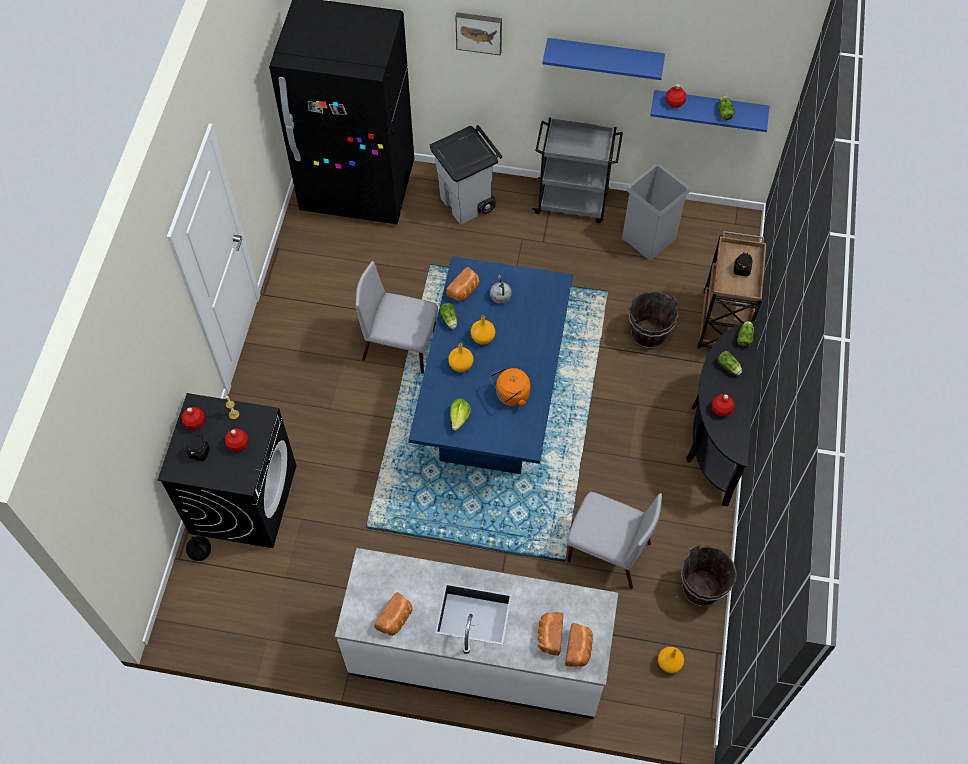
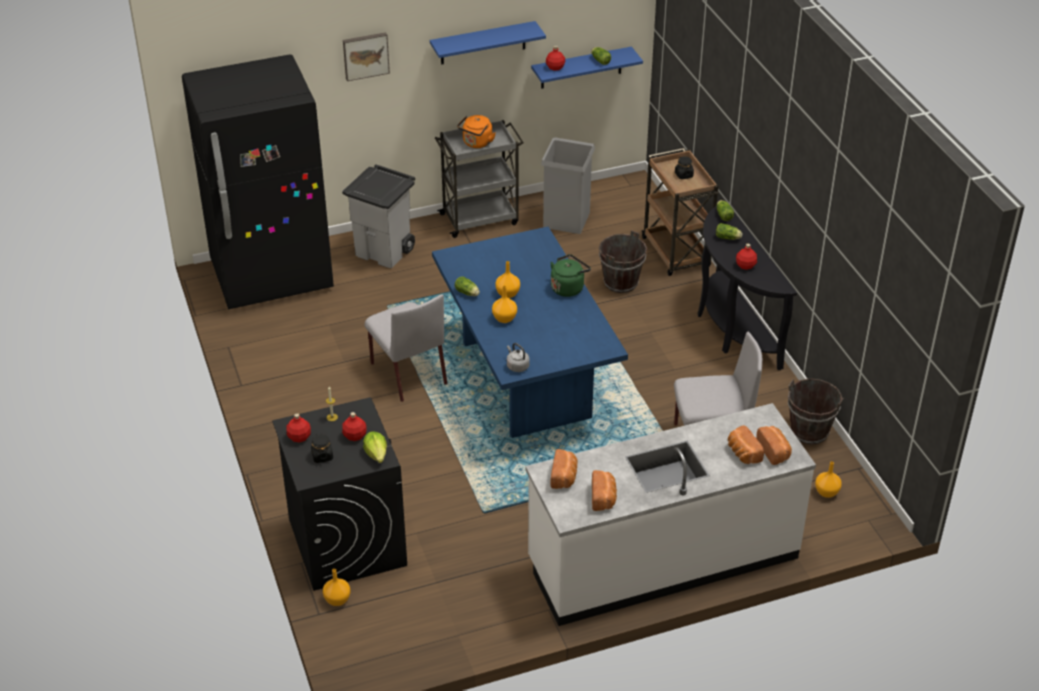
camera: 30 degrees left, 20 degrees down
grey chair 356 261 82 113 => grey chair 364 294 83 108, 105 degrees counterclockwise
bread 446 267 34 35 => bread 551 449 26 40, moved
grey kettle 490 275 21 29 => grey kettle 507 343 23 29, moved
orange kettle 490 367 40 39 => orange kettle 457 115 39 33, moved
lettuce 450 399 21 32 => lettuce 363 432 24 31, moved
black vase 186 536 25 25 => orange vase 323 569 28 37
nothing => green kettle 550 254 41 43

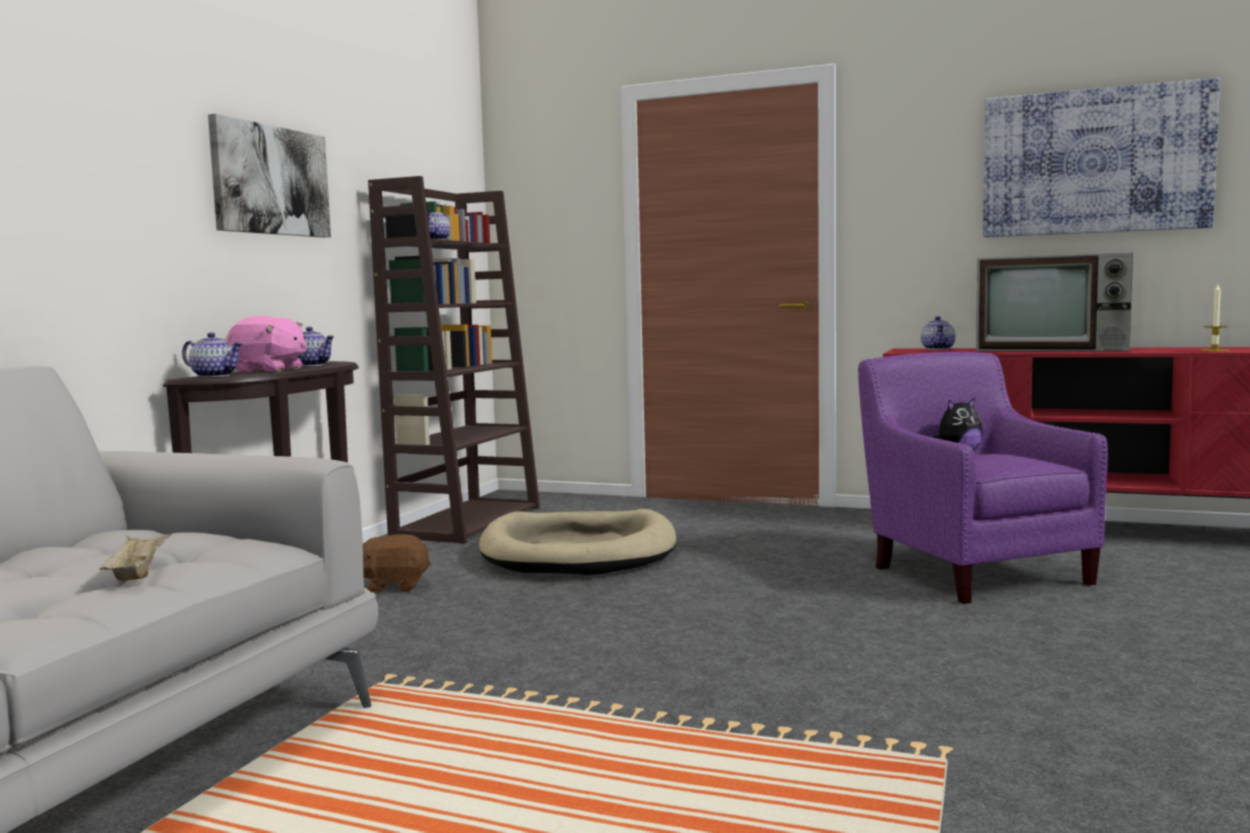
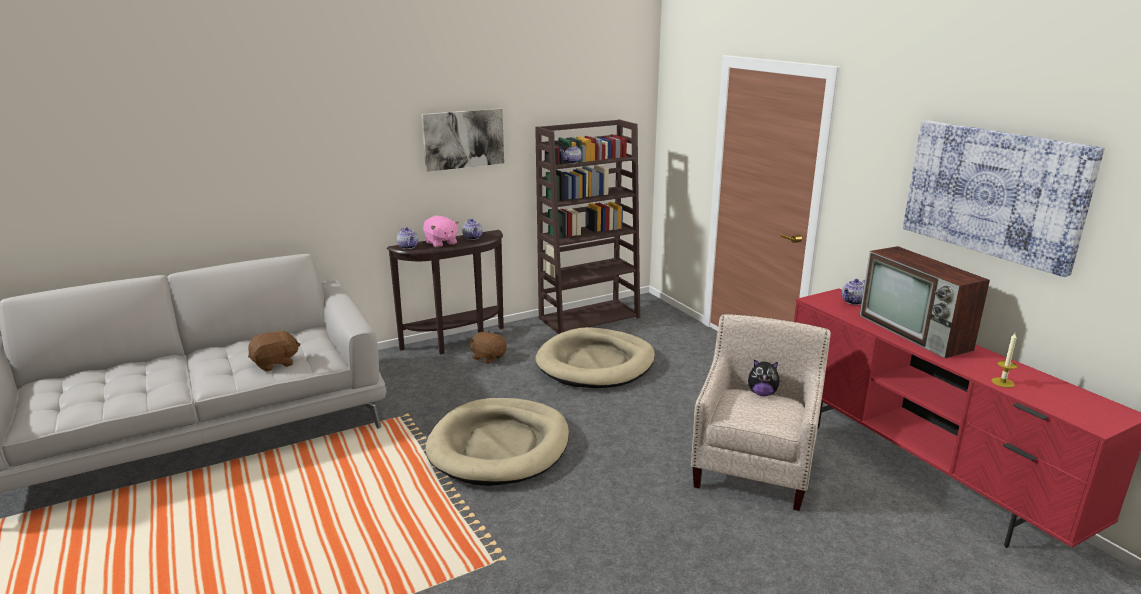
camera: 40 degrees right, 15 degrees up
purple armchair 858 352 250 252 => beige armchair 691 314 140 197
beige tray 99 534 72 47 => brown plush toy 248 329 52 43
nothing => beige dog bed 426 398 143 88

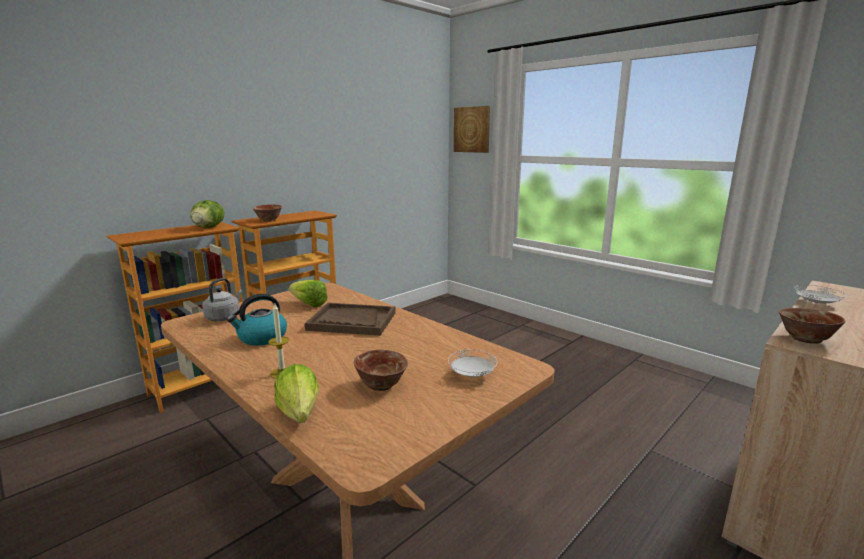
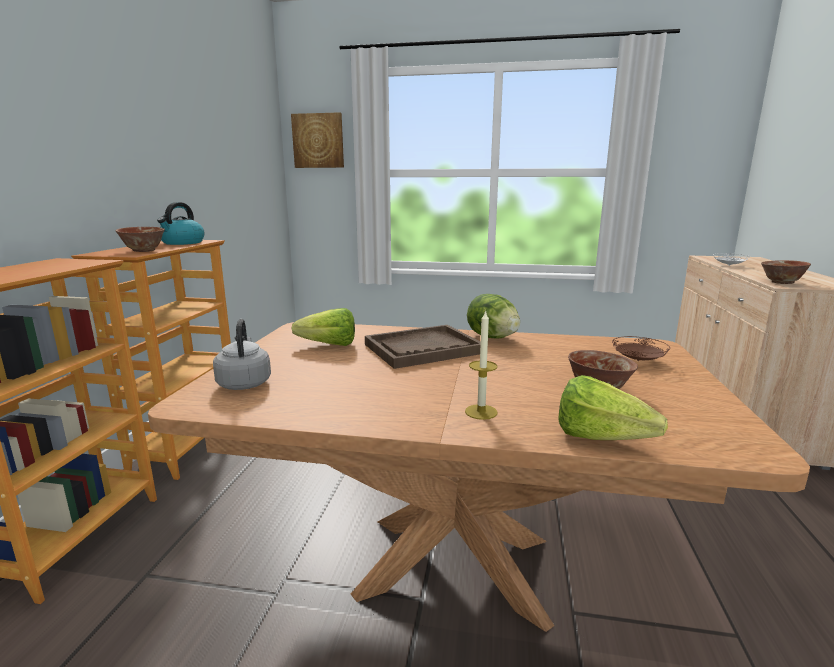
camera: 35 degrees left, 0 degrees up
lettuce 190 200 34 28 => lettuce 467 294 53 44, moved
kettle 227 294 60 52 => kettle 157 202 48 43, moved
white plate 448 350 49 27 => brown plate 612 336 58 25

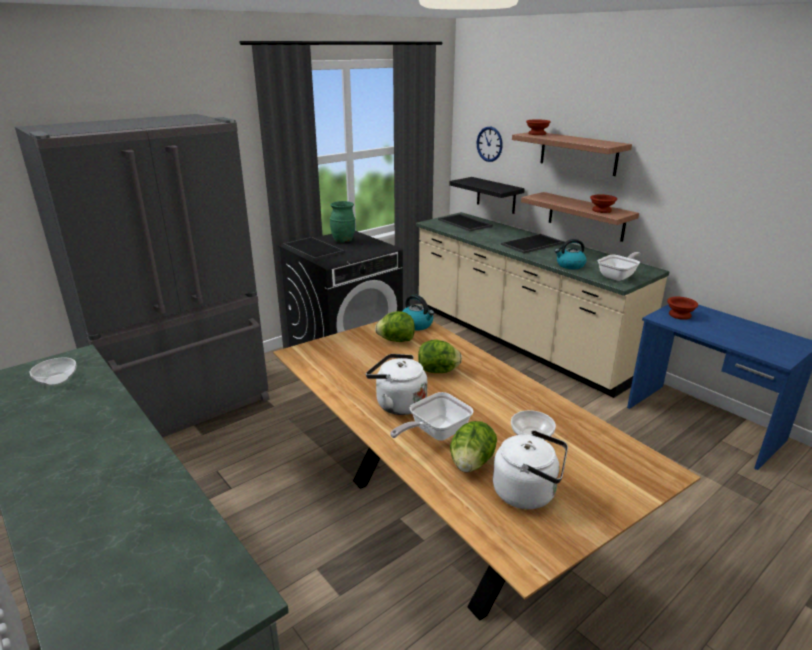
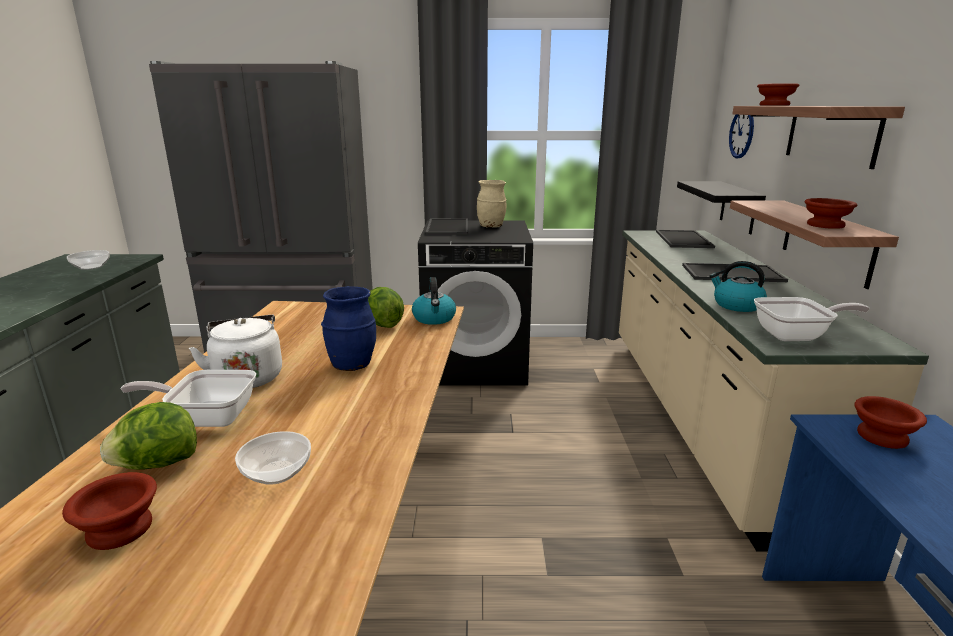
camera: 40 degrees right, 5 degrees down
green vase 330 201 26 42 => beige vase 477 180 30 48
lettuce 418 339 44 34 => blue vase 321 286 55 85
white kettle 493 430 75 79 => brown bowl 62 472 95 78

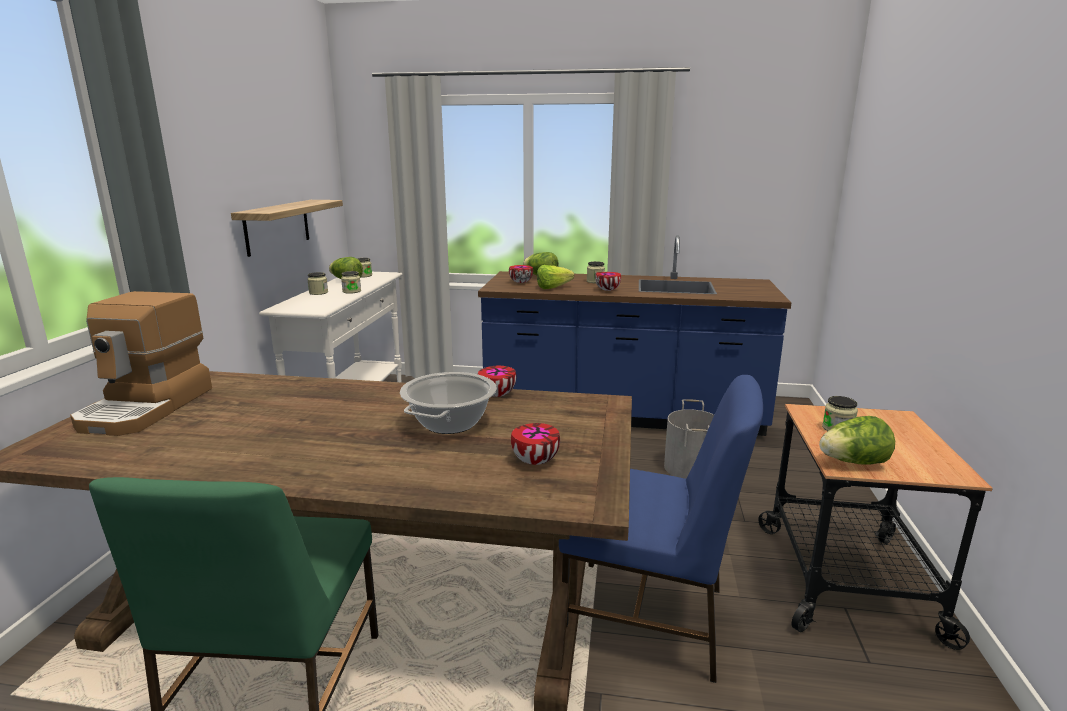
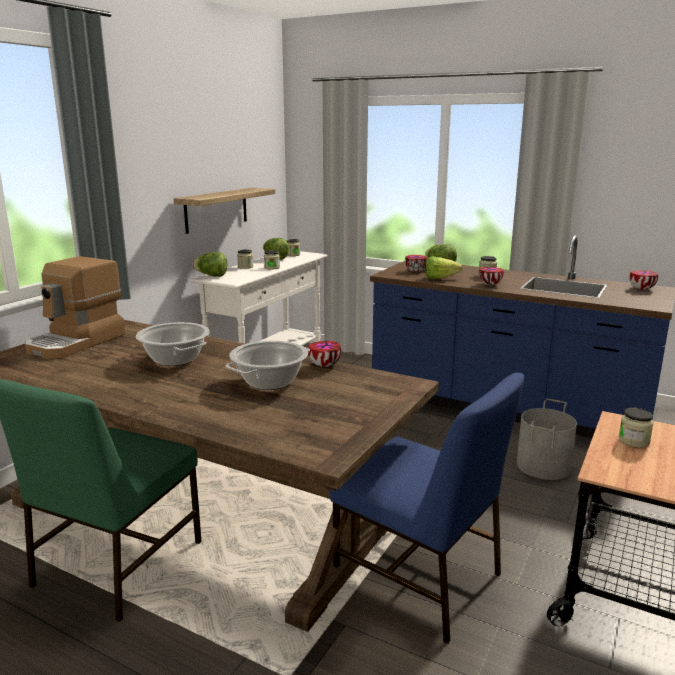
camera: 20 degrees right, 0 degrees up
lettuce 819 416 76 49 => lettuce 192 252 35 24, moved
bowl 511 423 49 42 => bowl 629 270 29 20, moved
nothing => cooking pot 136 322 73 44

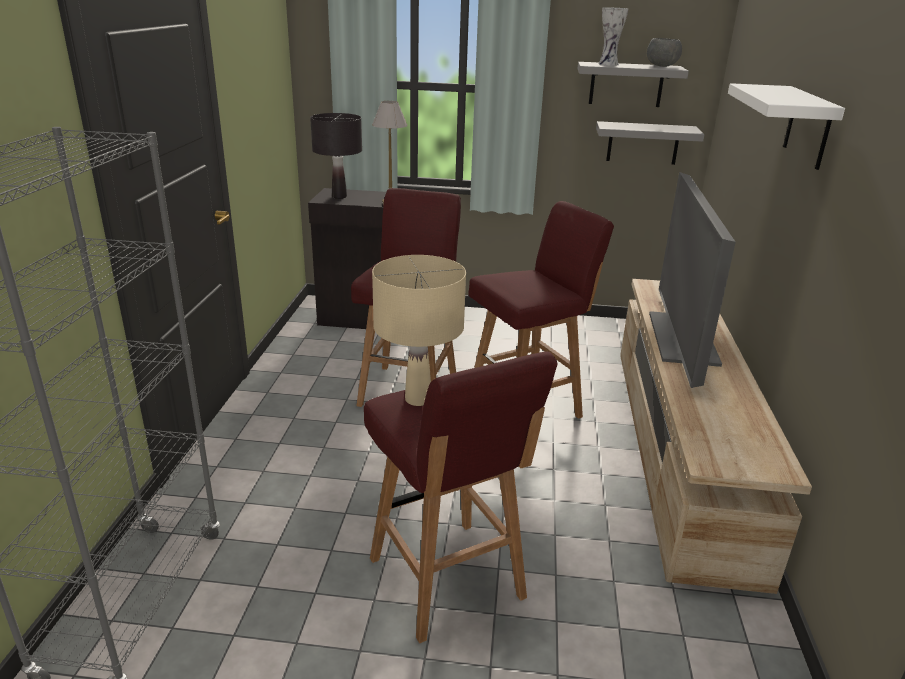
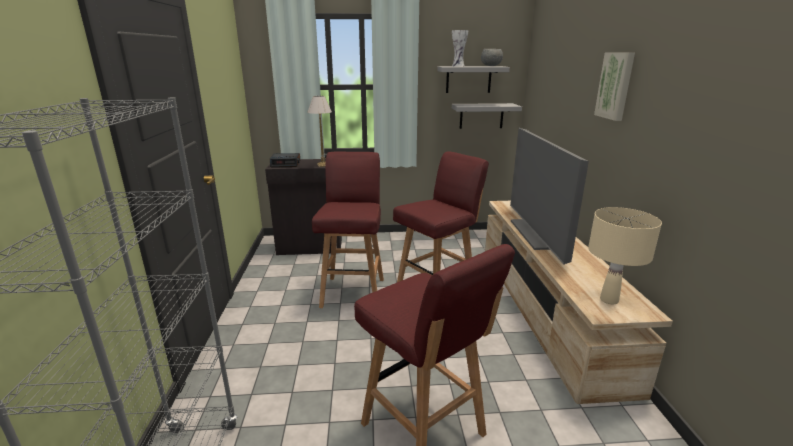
camera: 10 degrees left, 5 degrees down
white shelf 728 83 117 87 => picture 594 52 41 69
black table lamp 310 113 52 86 => alarm clock 270 153 30 15
beige table lamp 372 255 94 151 => beige table lamp 588 207 74 97, moved

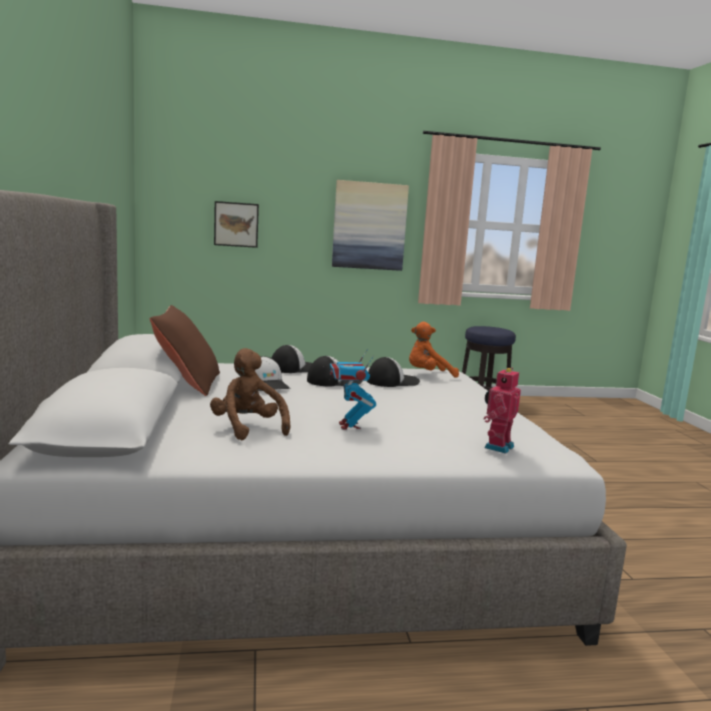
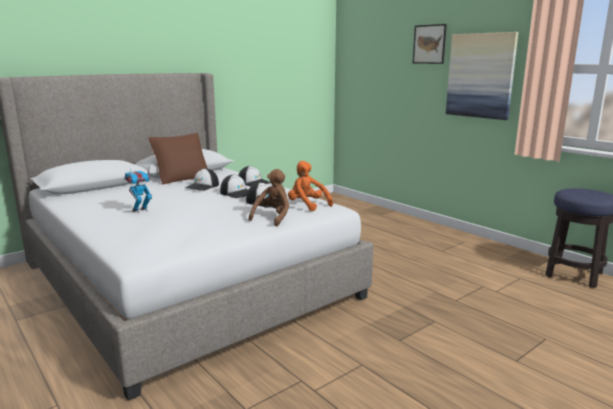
camera: 60 degrees right, 5 degrees up
picture 214 201 45 47 => picture 413 24 34 40, moved
brown plush toy 210 348 80 92 => brown plush toy 249 169 40 57, moved
toy robot 484 368 37 86 => nothing

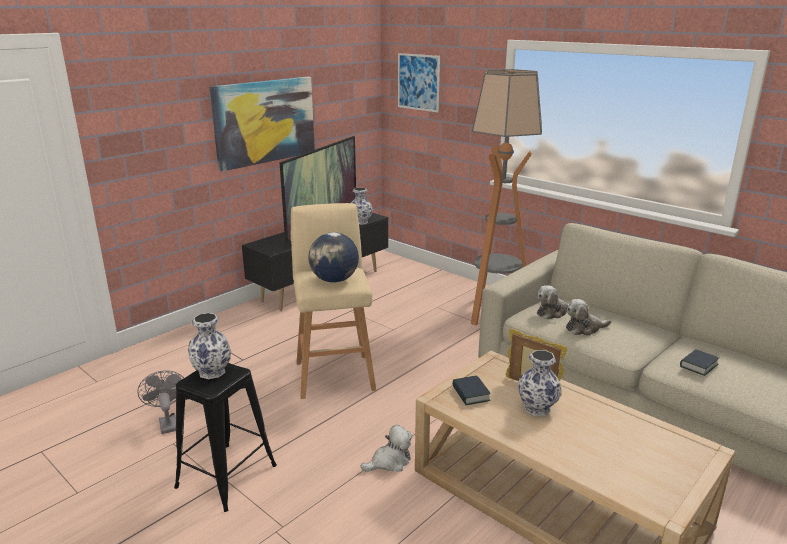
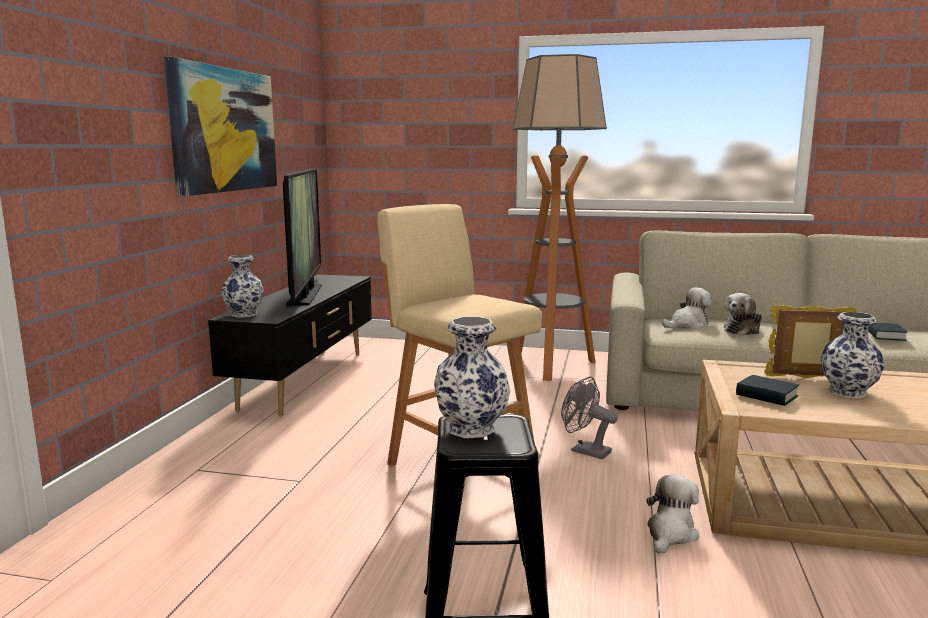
camera: 30 degrees left, 10 degrees down
picture 398 53 42 59 => nothing
vase 351 187 22 38 => vase 222 255 42 63, moved
globe 308 232 51 51 => nothing
plush toy 537 285 33 34 => plush toy 662 287 50 41, 150 degrees counterclockwise
grey fan 137 370 47 64 => grey fan 561 377 57 82, moved

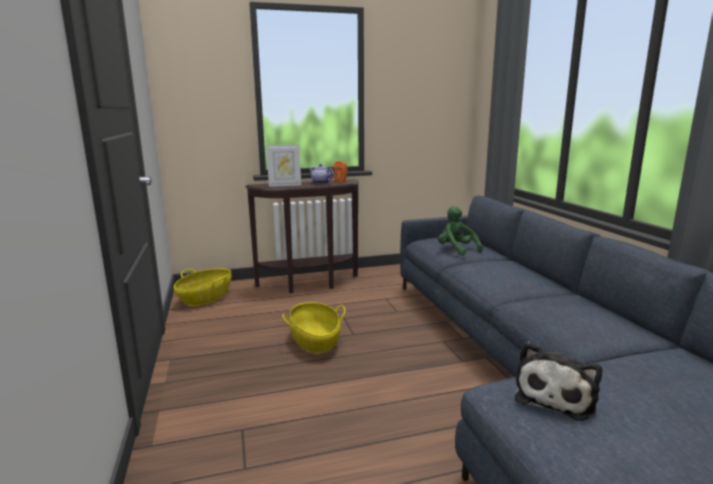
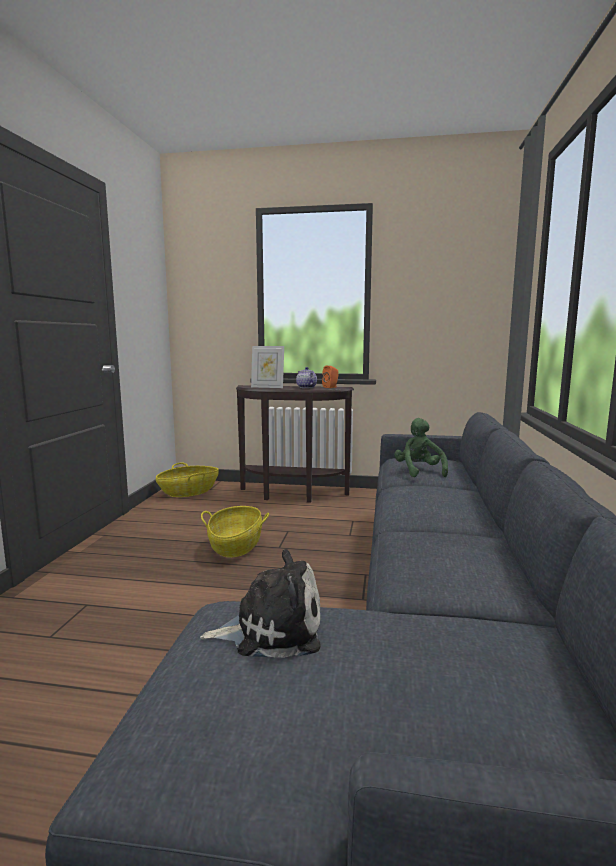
camera: 25 degrees right, 5 degrees down
plush toy 515 341 87 80 => plush toy 200 549 121 109, 150 degrees counterclockwise

